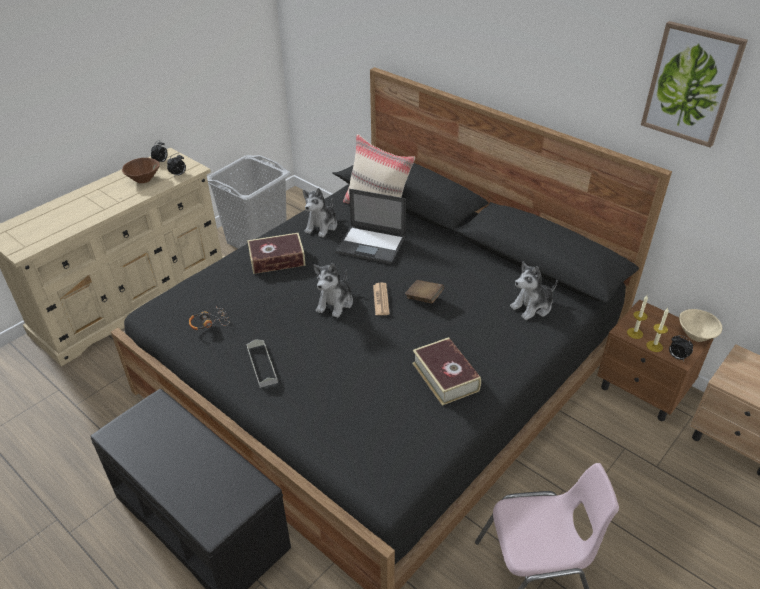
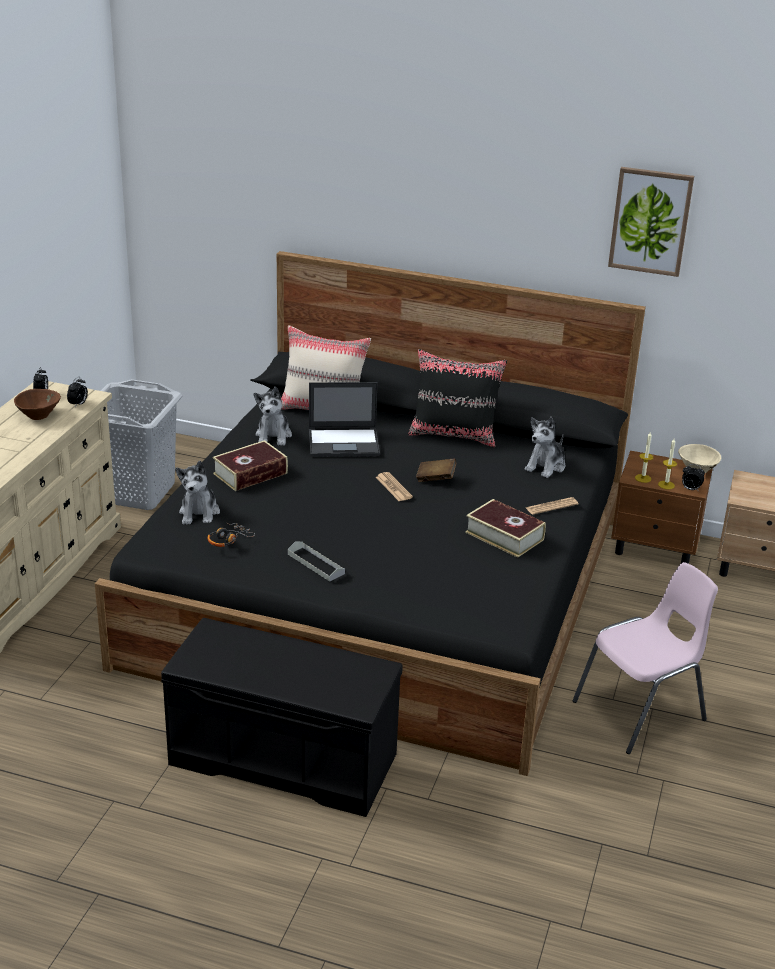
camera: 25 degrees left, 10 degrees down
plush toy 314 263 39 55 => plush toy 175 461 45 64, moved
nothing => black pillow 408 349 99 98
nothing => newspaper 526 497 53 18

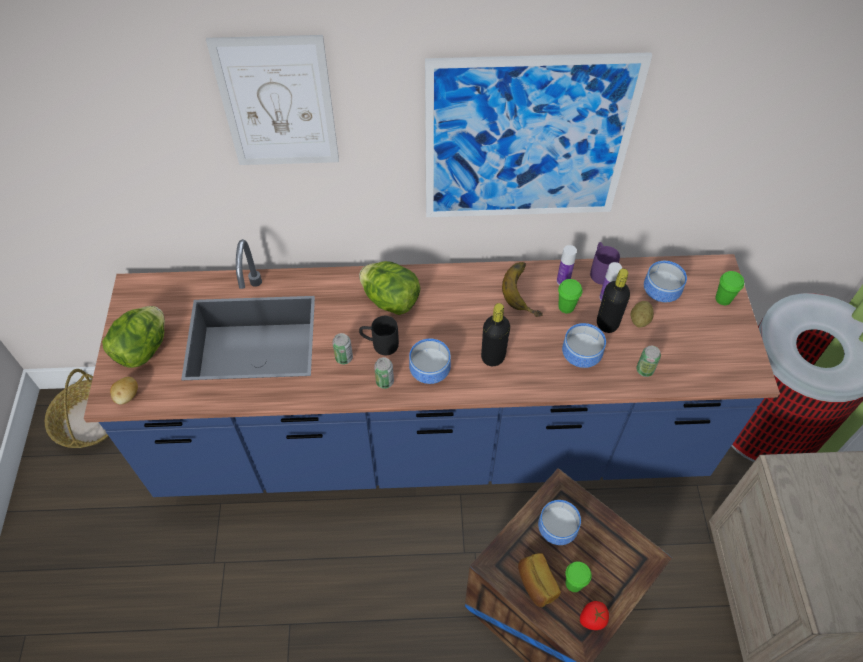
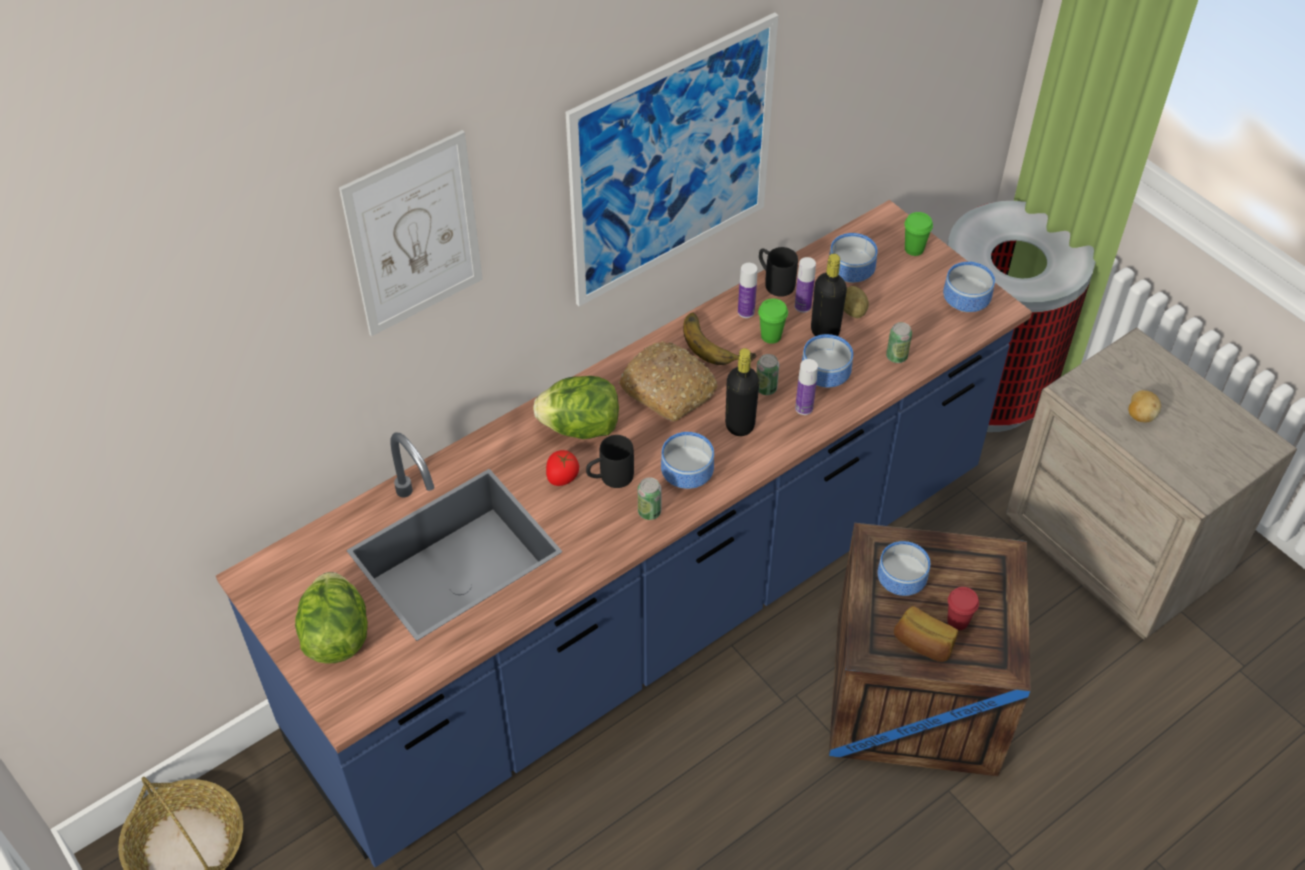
camera: 35 degrees left, 5 degrees down
purple mug 590 242 30 43 => black mug 759 247 39 50
can 332 333 21 31 => can 756 354 23 41, moved
potato 110 377 28 28 => potato 1128 390 33 32, moved
green cup 566 562 25 30 => red cup 947 587 32 43
tomato 580 601 29 29 => tomato 546 450 33 36, moved
nothing => bowl 943 262 52 50
nothing => bread 618 341 100 81
nothing => bottle 795 359 23 56

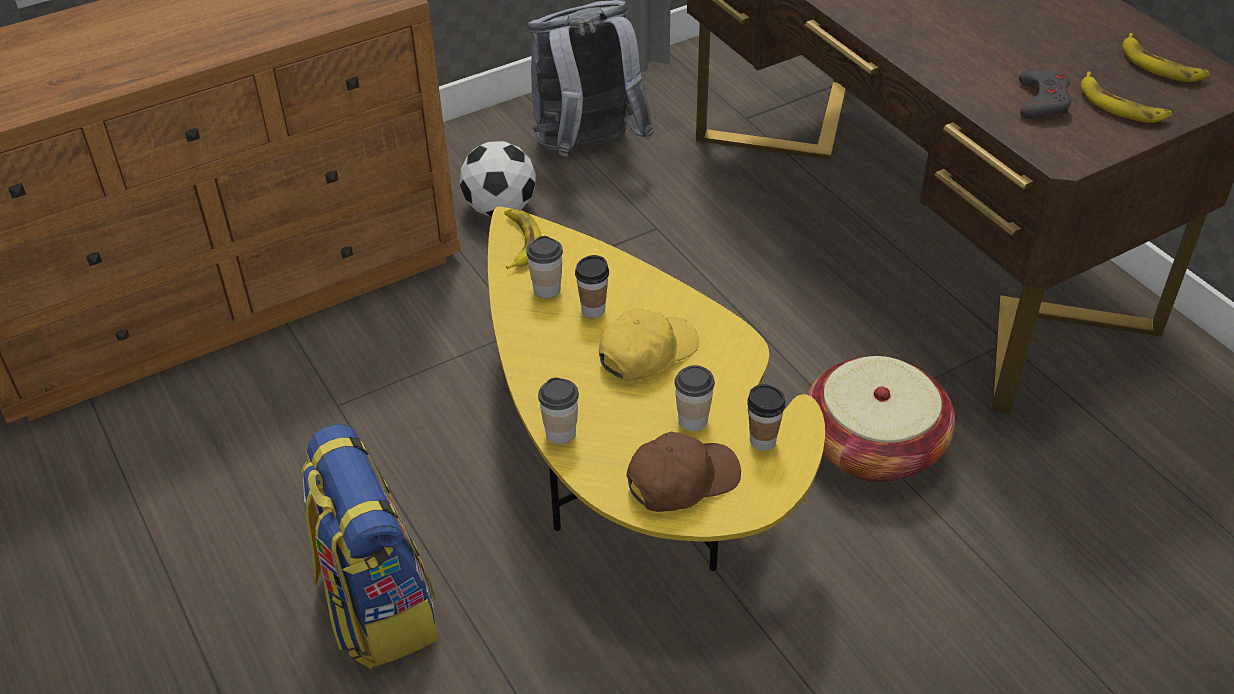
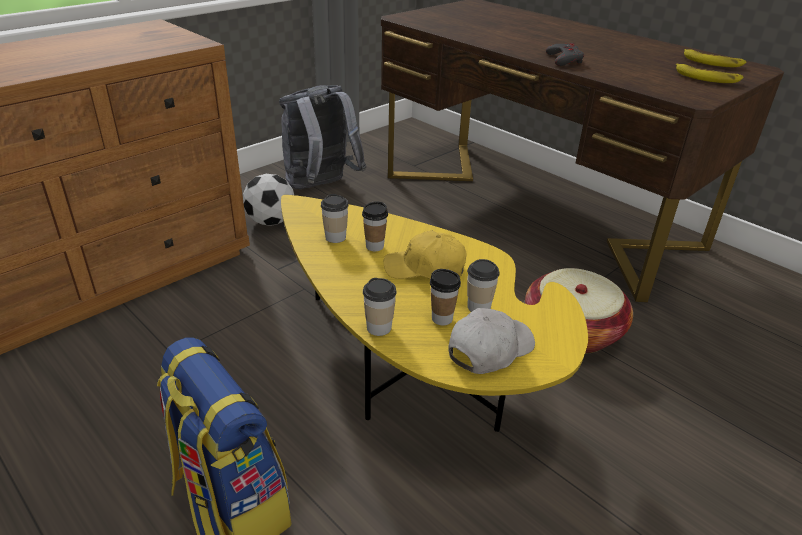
camera: 15 degrees left, 10 degrees down
grey game controller 1019 68 53 51 => grey game controller 546 43 38 23, moved
banana 504 209 37 60 => nothing
yellow cap 599 309 100 72 => yellow cap 383 230 84 49, 120 degrees counterclockwise
cup 747 384 39 67 => cup 430 269 31 56, moved
brown cap 626 431 115 81 => white cap 448 308 87 66

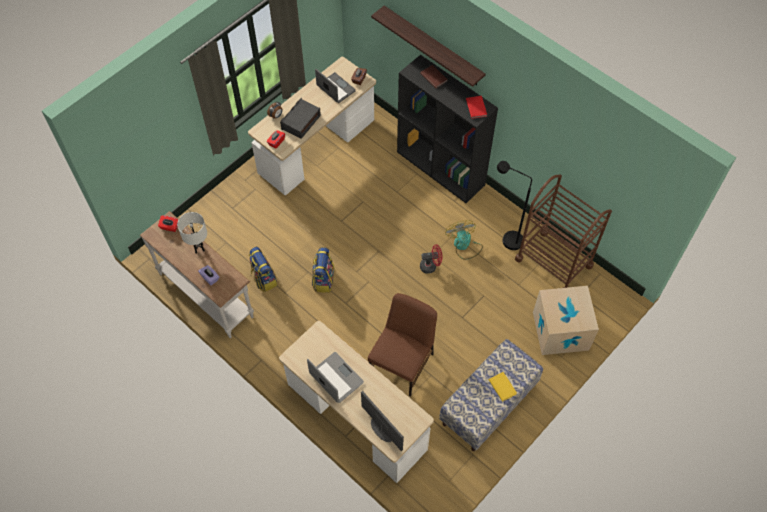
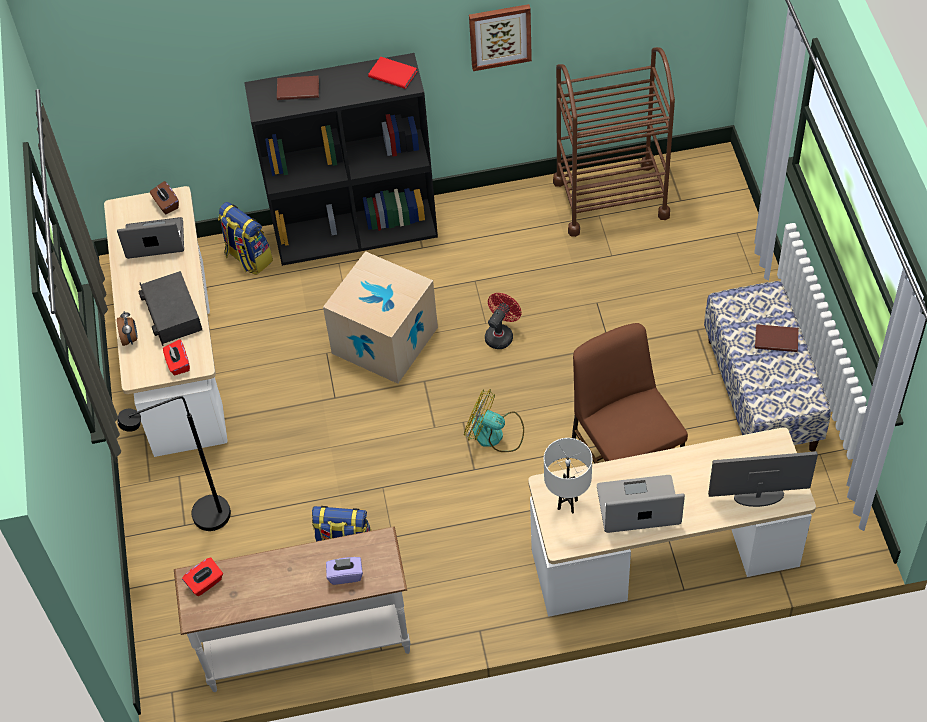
camera: 50 degrees left, 5 degrees down
shelf 371 5 115 82 => nothing
black floor lamp 497 161 35 89 => black floor lamp 118 396 113 135, moved
white table lamp 177 212 30 42 => white table lamp 544 438 48 76, moved
fan 445 220 38 40 => fan 464 389 60 63, moved
backpack 312 247 23 46 => backpack 218 202 55 73, moved
cardboard box 533 286 66 69 => cardboard box 323 251 115 133, moved
yellow book 489 372 28 30 => brown book 755 324 44 28
nothing => picture 469 4 63 67

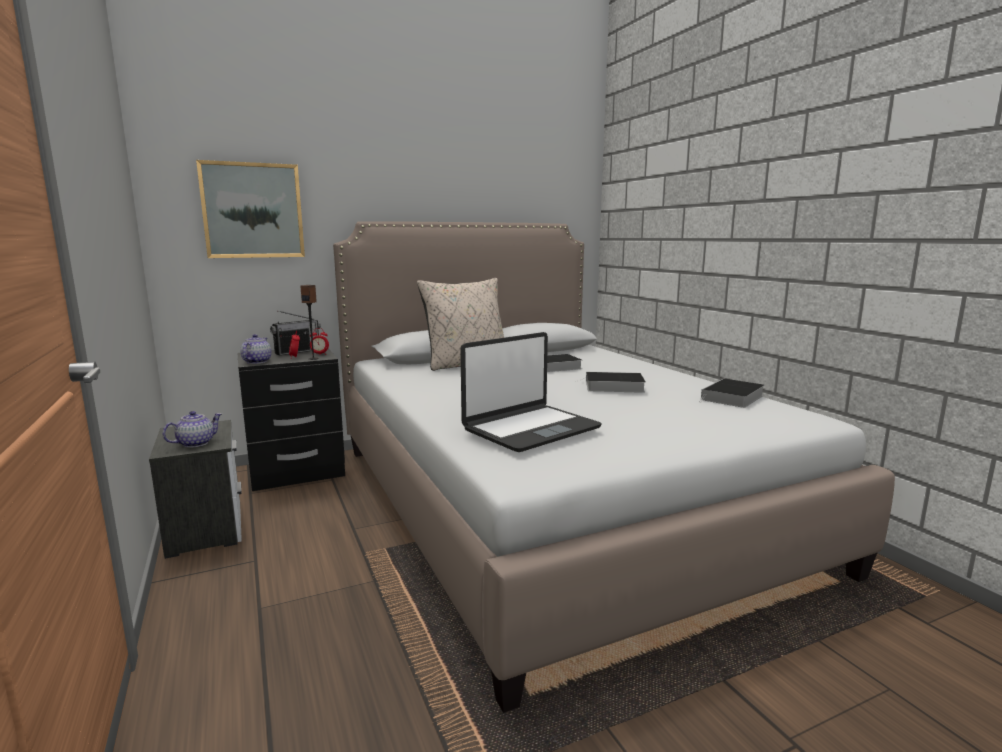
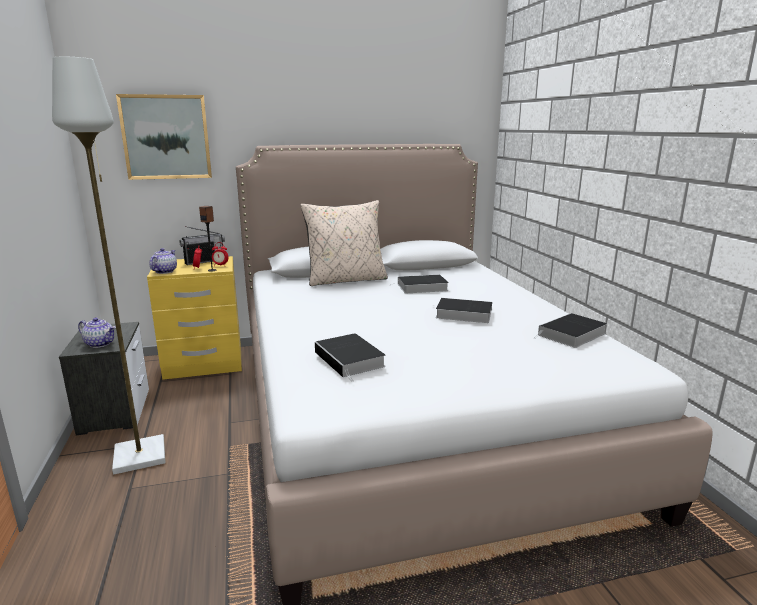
camera: 10 degrees right, 5 degrees up
laptop 460 332 142 120 => book 315 333 71 49
black nightstand 237 348 108 143 => yellow nightstand 147 256 95 124
teapot 162 411 60 37 => teapot 78 317 38 31, 60 degrees clockwise
nothing => grey floor lamp 52 57 114 417

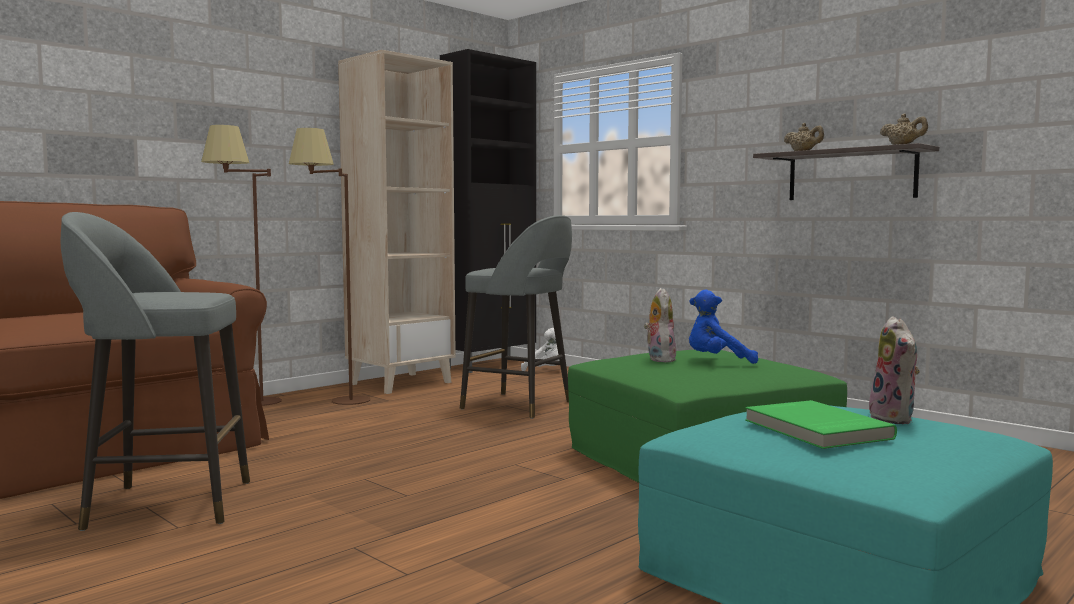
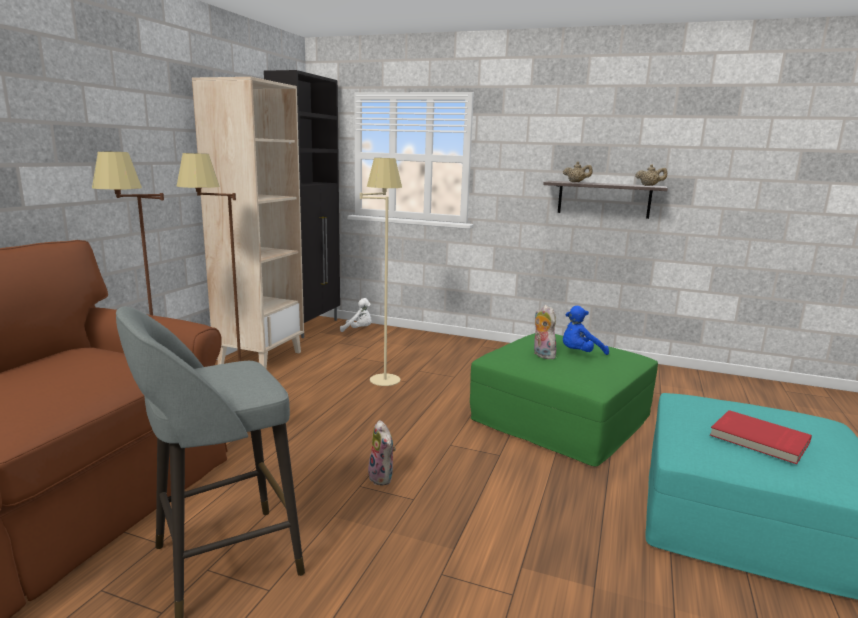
camera: 25 degrees left, 10 degrees up
grey stool 460 215 112 204 => beige floor lamp 360 158 42 228
plush toy 869 316 51 108 => plush toy 368 420 28 66, moved
green book 745 400 152 49 => red book 710 410 102 54

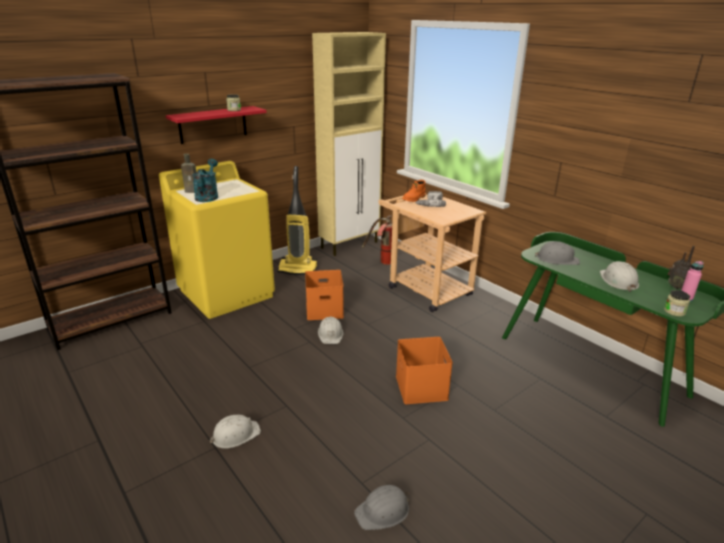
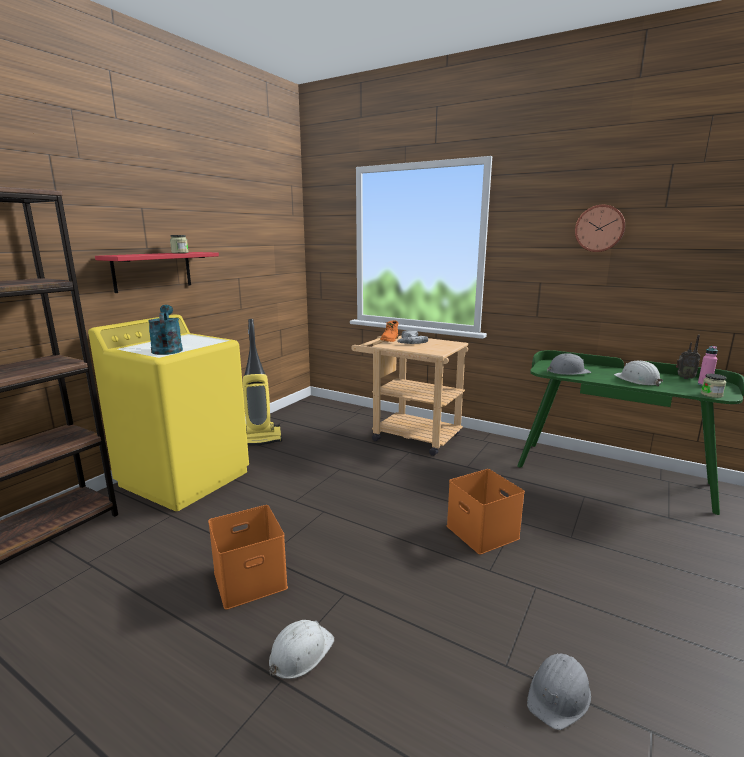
camera: 20 degrees left, 10 degrees down
beige cabinet 312 32 74 224 => nothing
brown bottle 181 154 15 39 => nothing
fire extinguisher 362 215 31 50 => nothing
orange storage box 305 270 39 50 => orange storage box 208 505 80 105, moved
white hard hat 318 316 25 28 => nothing
nothing => wall clock 575 205 50 47

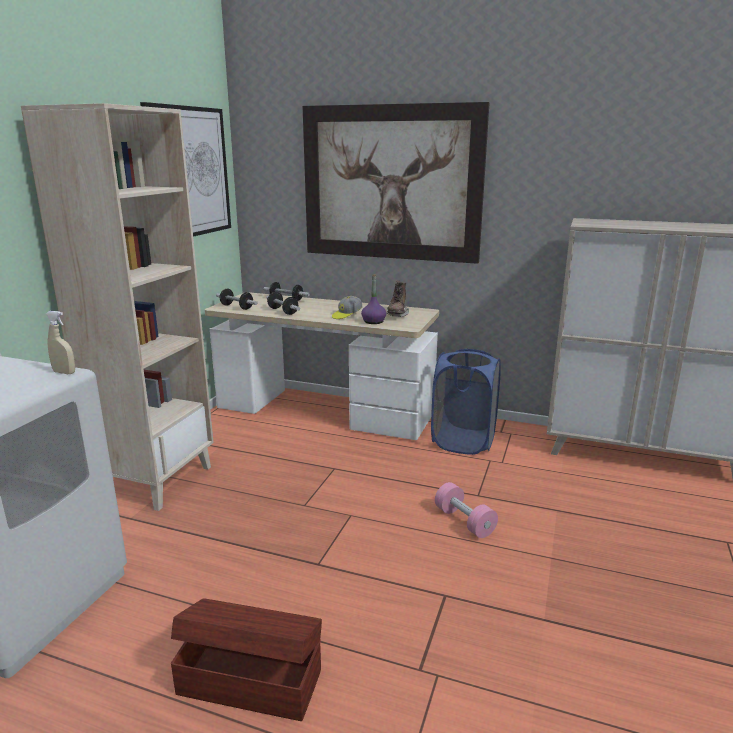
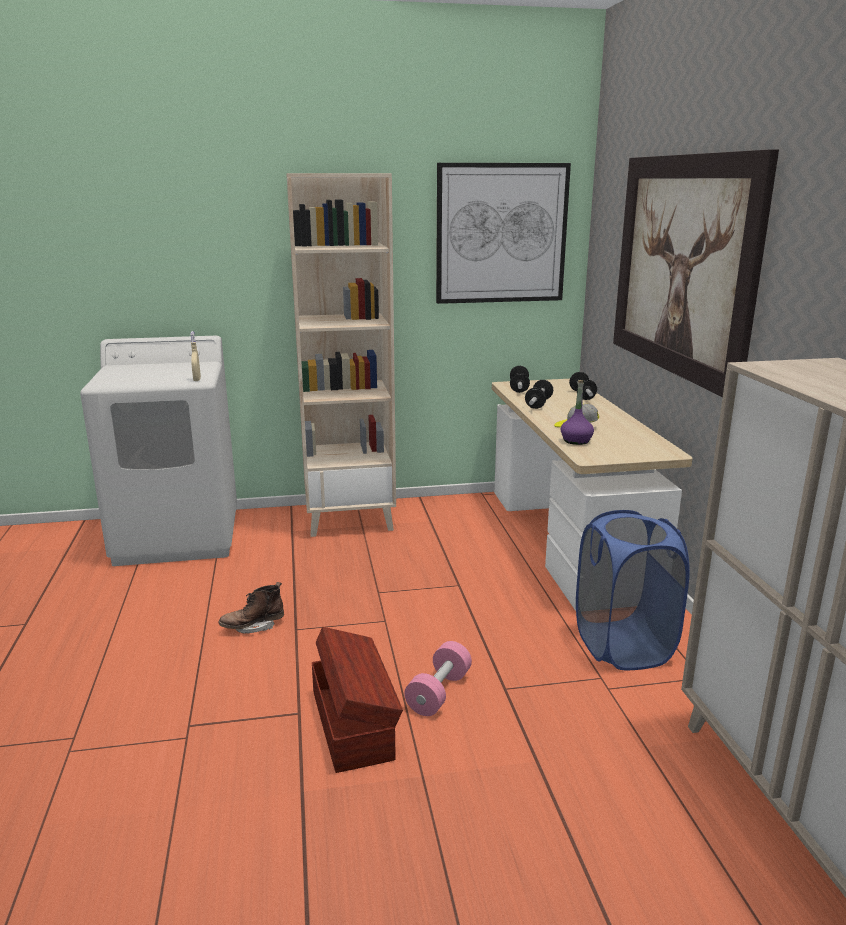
camera: 60 degrees right, 0 degrees up
brown boot 386 281 23 36 => brown boot 219 582 65 52, moved
brown storage box 171 598 151 123 => brown storage box 312 627 91 146, moved

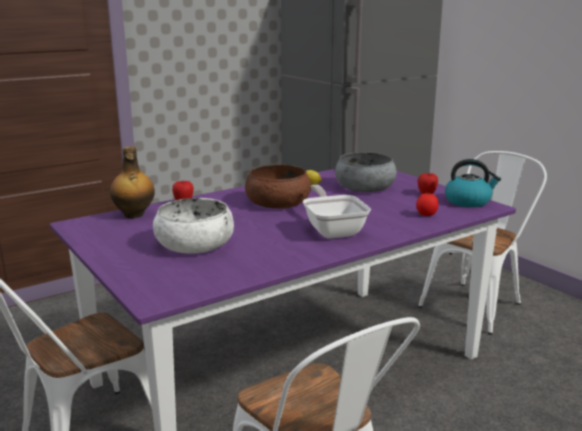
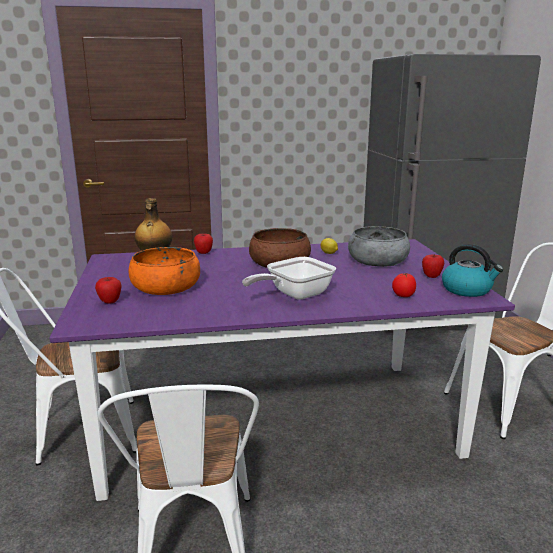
camera: 25 degrees right, 0 degrees up
frying pan 303 185 68 54 => frying pan 242 257 94 43, 135 degrees counterclockwise
white bowl 153 198 81 56 => orange bowl 128 247 72 48
nothing => apple 95 277 27 27

